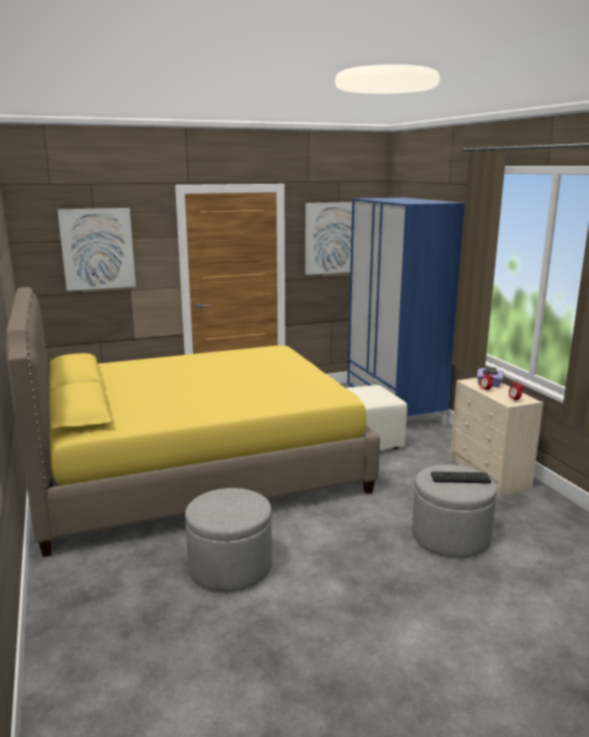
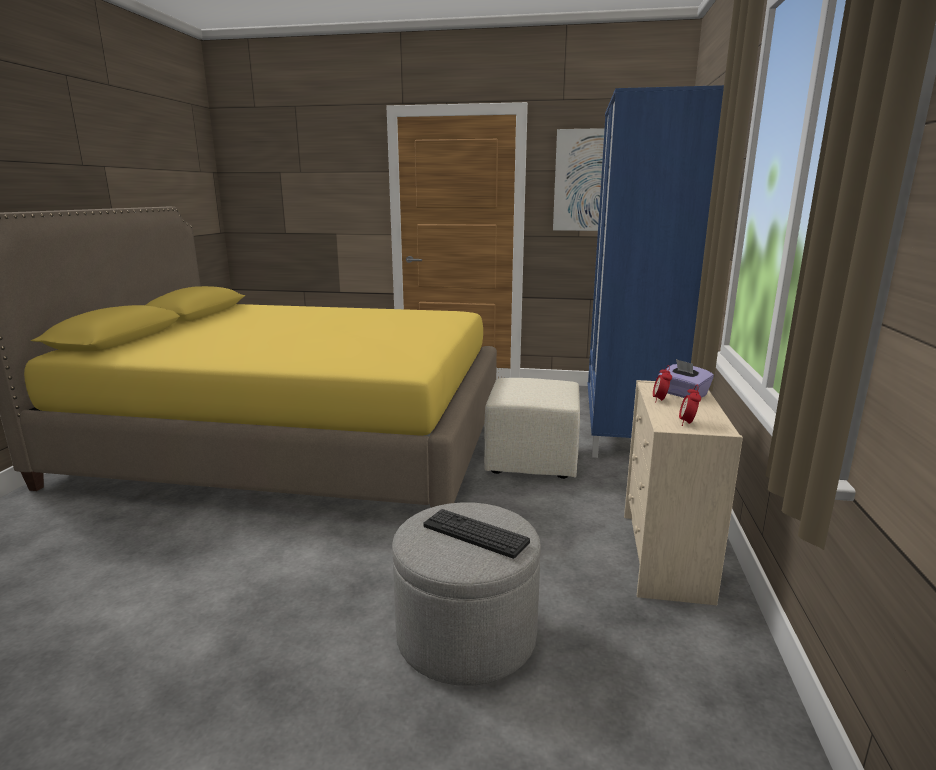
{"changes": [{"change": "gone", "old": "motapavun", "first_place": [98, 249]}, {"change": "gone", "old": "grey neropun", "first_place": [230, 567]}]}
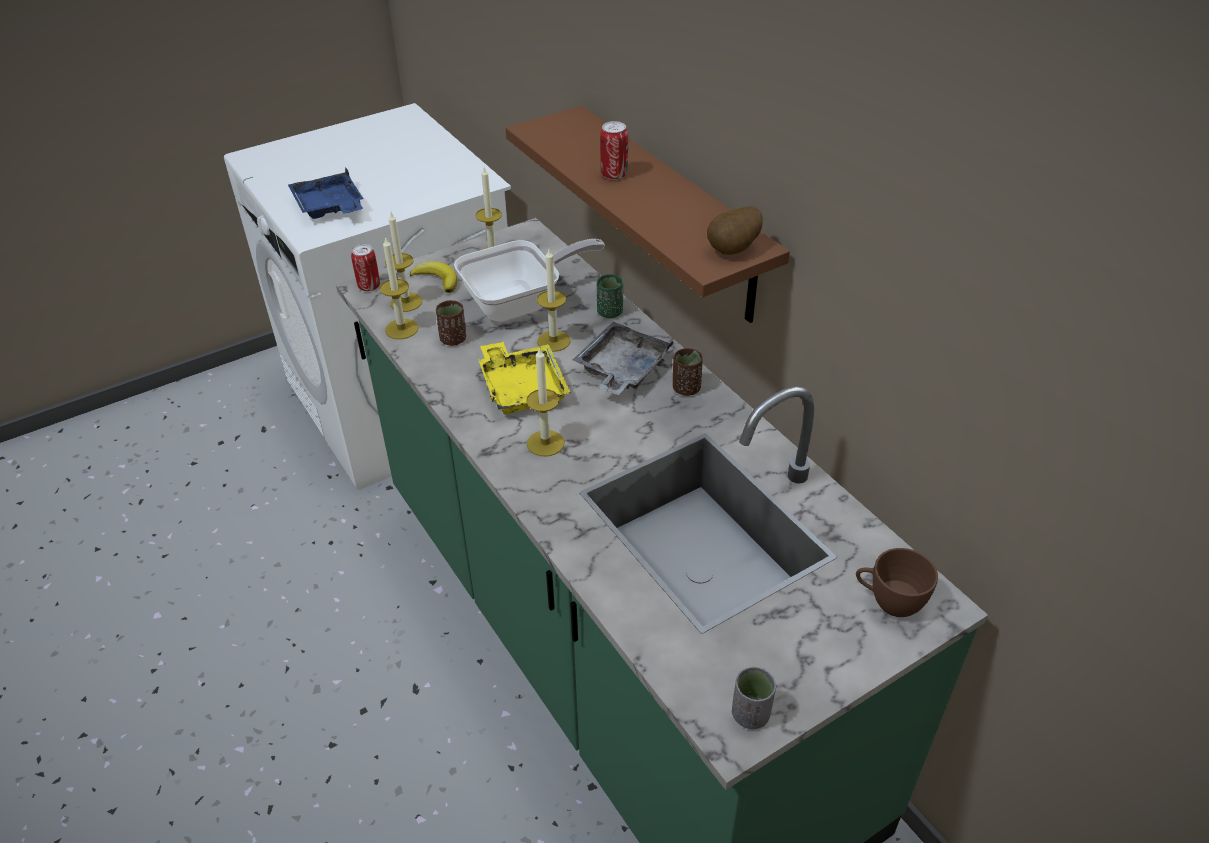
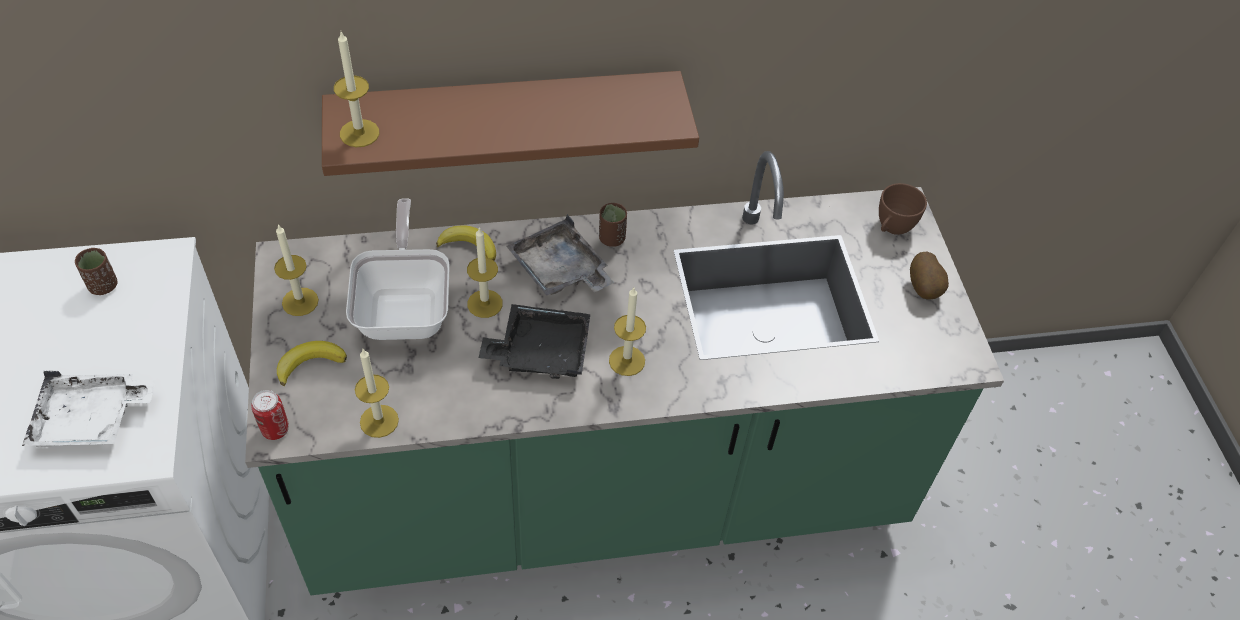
{"changes": [{"change": "repainted", "old": "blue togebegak", "new": "white togebegak", "first_place": [330, 207], "second_place": [92, 420]}, {"change": "shifted", "old": "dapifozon", "first_place": [406, 302], "second_place": [359, 133]}, {"change": "shifted", "old": "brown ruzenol", "first_place": [453, 339], "second_place": [103, 285]}, {"change": "repainted", "old": "yellow togebegak", "new": "black togebegak", "first_place": [522, 388], "second_place": [540, 351]}, {"change": "swapped", "old": "green ruzenol", "new": "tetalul", "first_place": [610, 312], "second_place": [469, 246]}, {"change": "gone", "old": "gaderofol", "first_place": [614, 174]}, {"change": "shifted", "old": "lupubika", "first_place": [734, 250], "second_place": [924, 288]}, {"change": "gone", "old": "grey ruzenol", "first_place": [750, 714]}]}
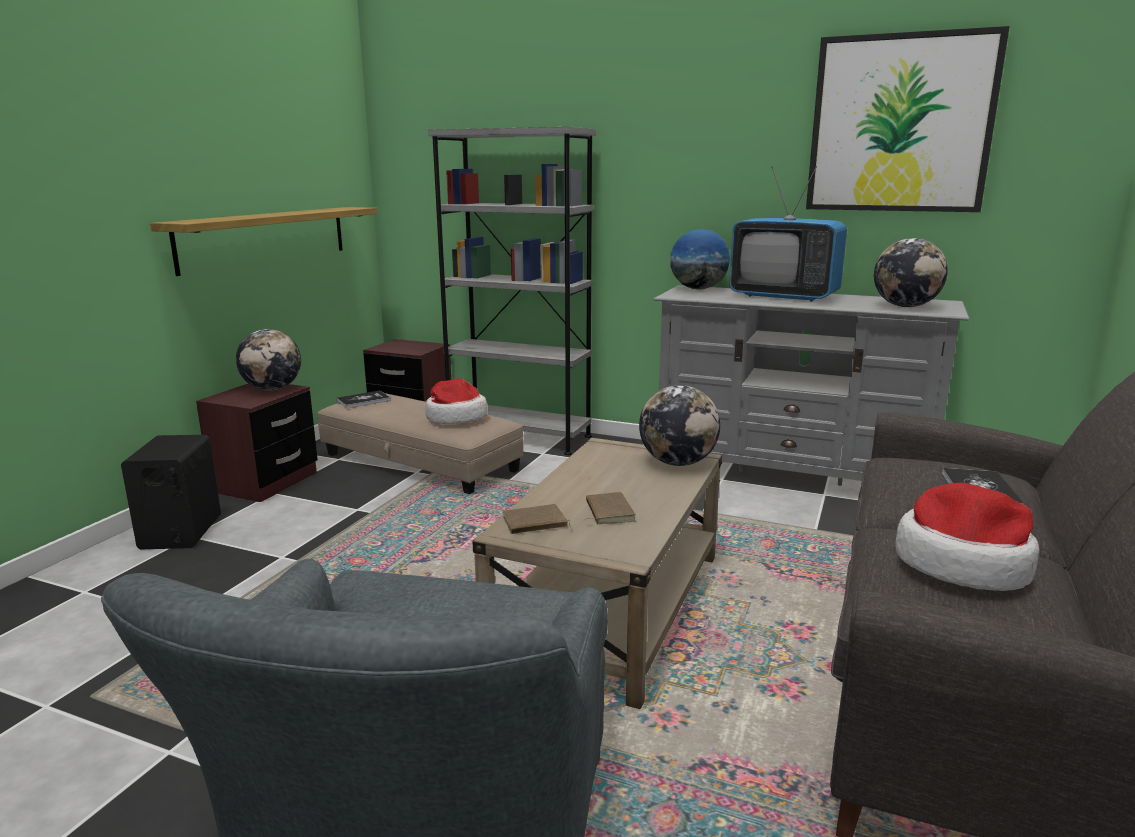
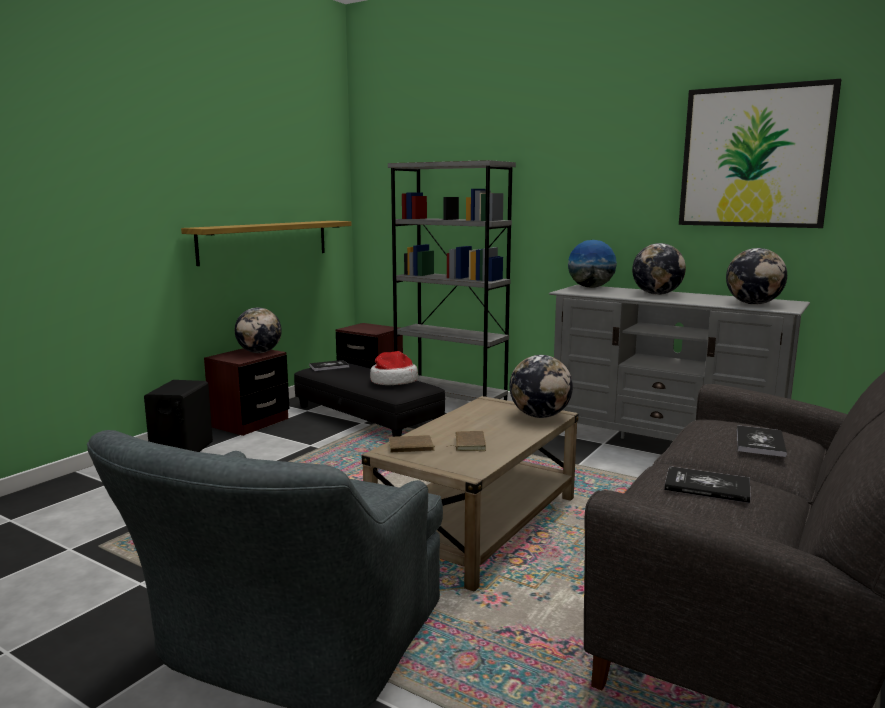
{"changes": [{"change": "repainted", "old": "beige neropun", "new": "black neropun", "first_place": [420, 462], "second_place": [367, 416]}, {"change": "swapped", "old": "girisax", "new": "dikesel", "first_place": [784, 296], "second_place": [656, 294]}, {"change": "swapped", "old": "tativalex", "new": "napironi", "first_place": [963, 564], "second_place": [707, 486]}]}
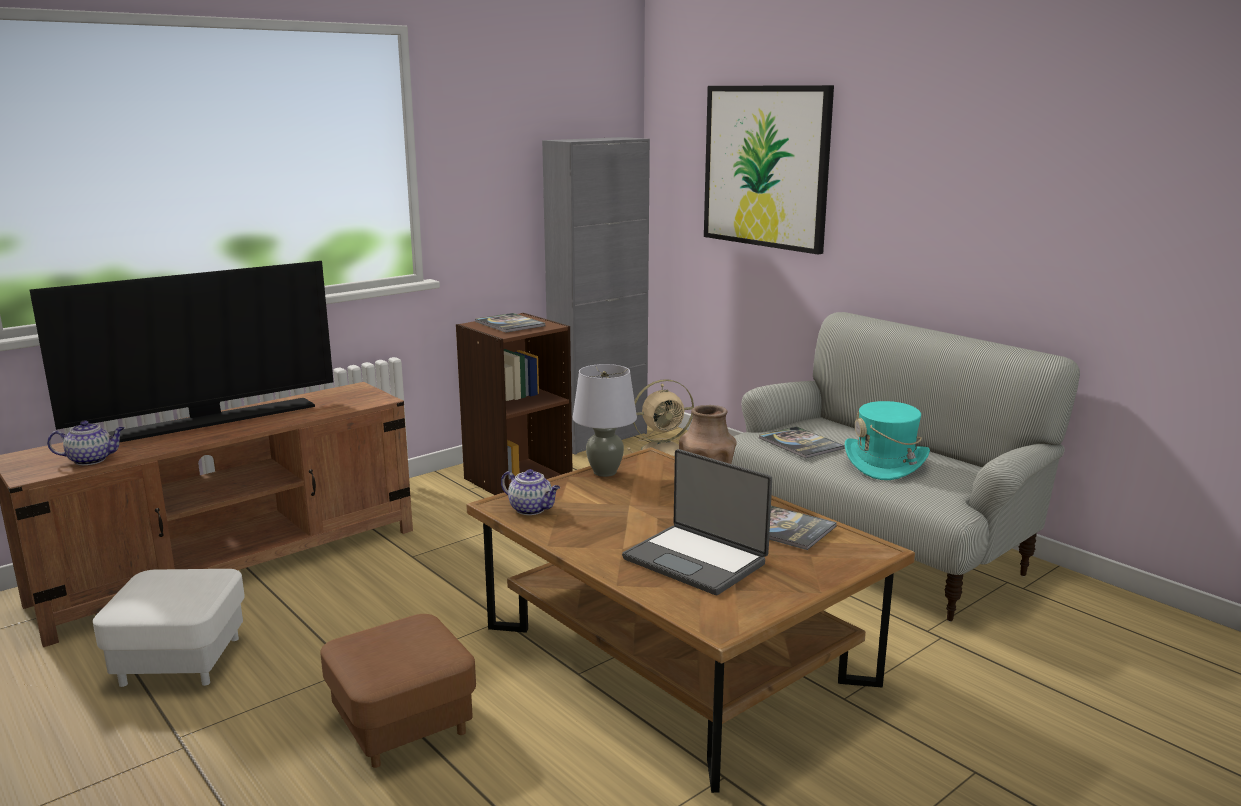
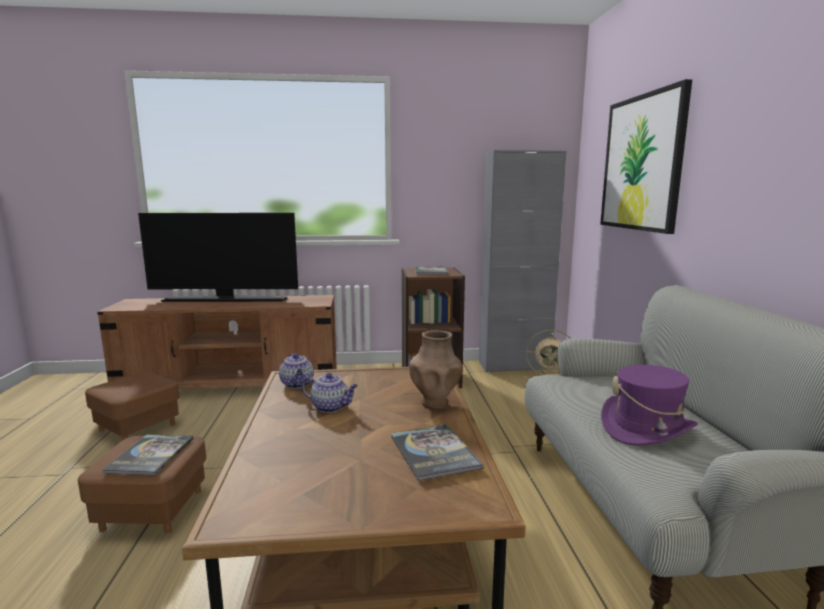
{"changes": [{"change": "shifted", "old": "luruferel", "first_place": [92, 460], "second_place": [331, 407]}, {"change": "repainted", "old": "white neropun", "new": "brown neropun", "first_place": [180, 660], "second_place": [137, 427]}, {"change": "gone", "old": "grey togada", "first_place": [604, 472]}, {"change": "gone", "old": "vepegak", "first_place": [696, 560]}, {"change": "shifted", "old": "napironi", "first_place": [800, 444], "second_place": [150, 455]}, {"change": "repainted", "old": "turquoise tativalex", "new": "purple tativalex", "first_place": [885, 463], "second_place": [646, 428]}]}
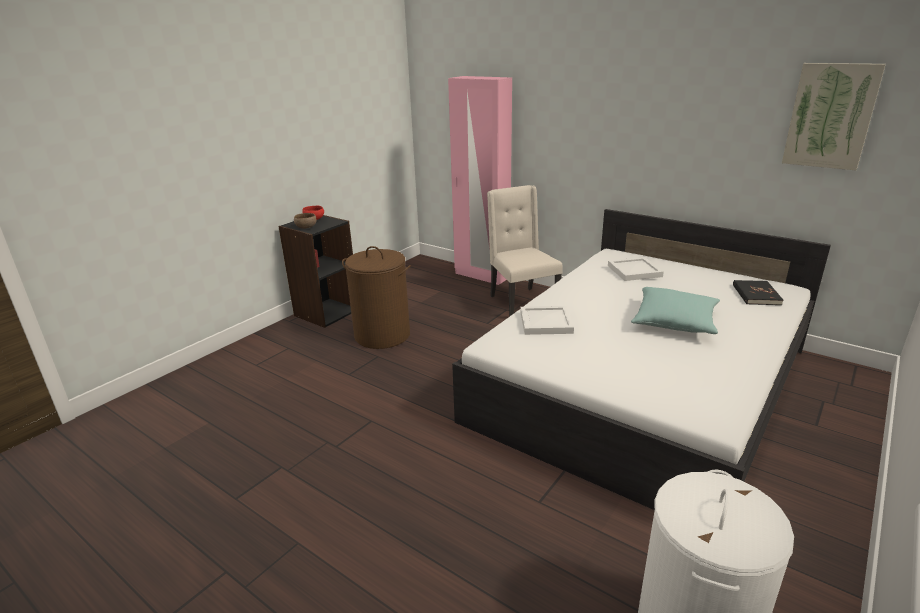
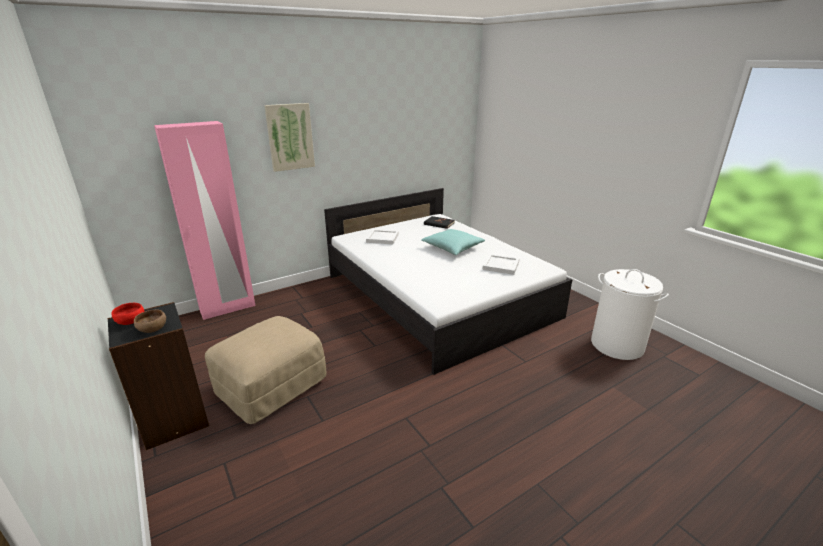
{"changes": [{"change": "swapped", "old": "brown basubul", "new": "beige neropun", "first_place": [382, 335], "second_place": [271, 386]}, {"change": "gone", "old": "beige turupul", "first_place": [521, 302]}, {"change": "shifted", "old": "white togebegak", "first_place": [545, 323], "second_place": [501, 266]}, {"change": "shifted", "old": "motapavun", "first_place": [830, 116], "second_place": [290, 137]}]}
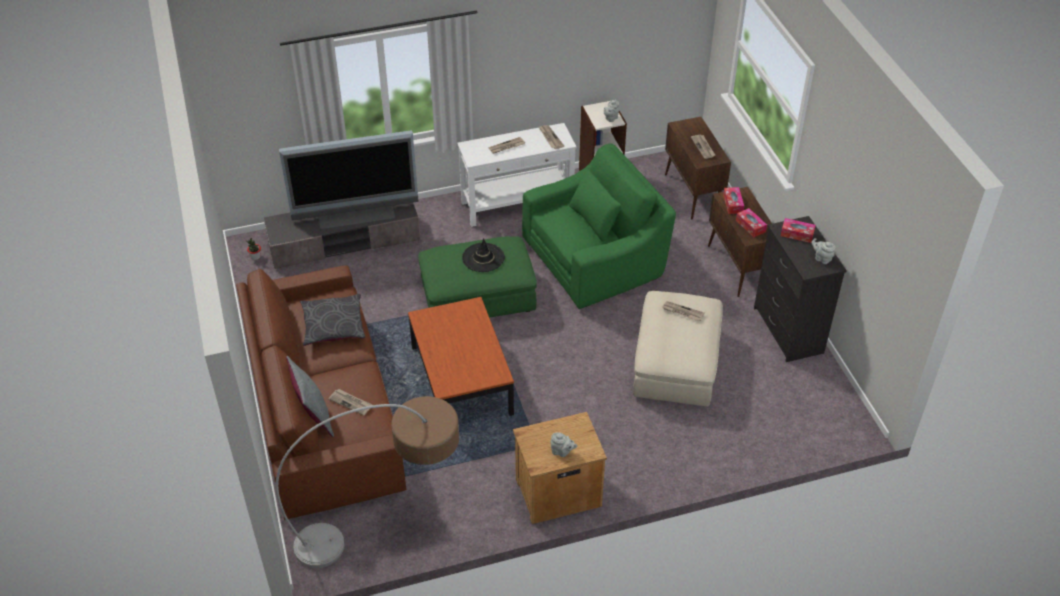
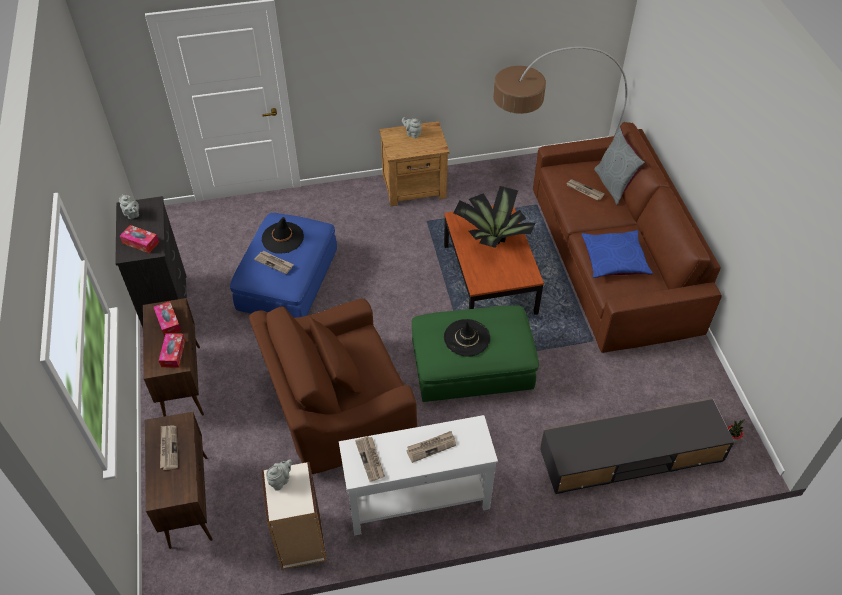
{"changes": [{"change": "gone", "old": "girisax", "first_place": [356, 214]}, {"change": "repainted", "old": "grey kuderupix", "new": "blue kuderupix", "first_place": [333, 326], "second_place": [614, 259]}, {"change": "repainted", "old": "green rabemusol", "new": "brown rabemusol", "first_place": [595, 258], "second_place": [337, 407]}, {"change": "repainted", "old": "beige neropun", "new": "blue neropun", "first_place": [676, 363], "second_place": [288, 281]}, {"change": "new", "new": "black tativalex", "second_place": [282, 238]}, {"change": "new", "new": "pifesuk", "second_place": [492, 236]}]}
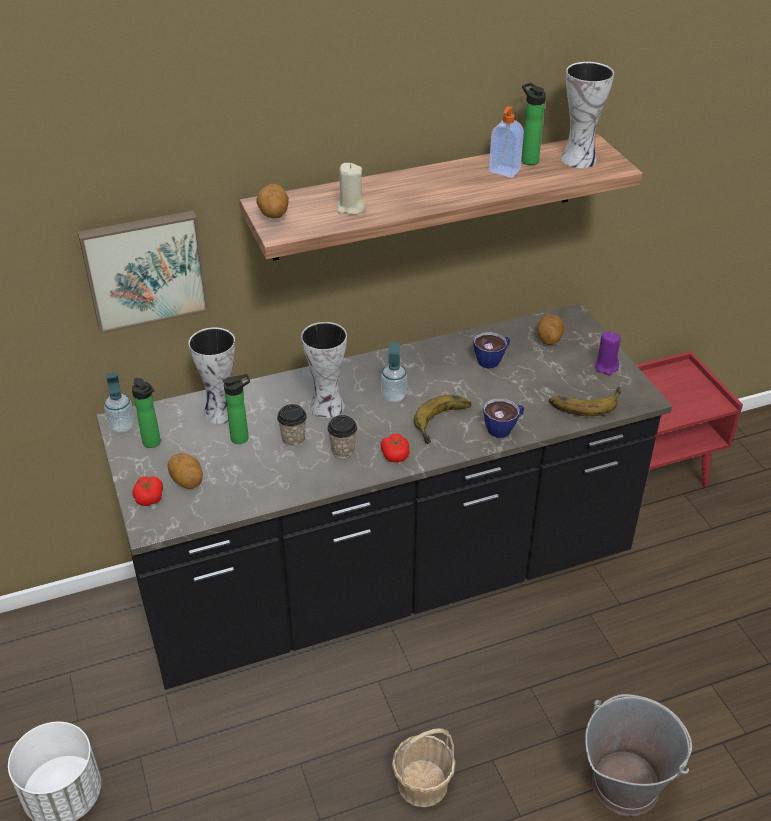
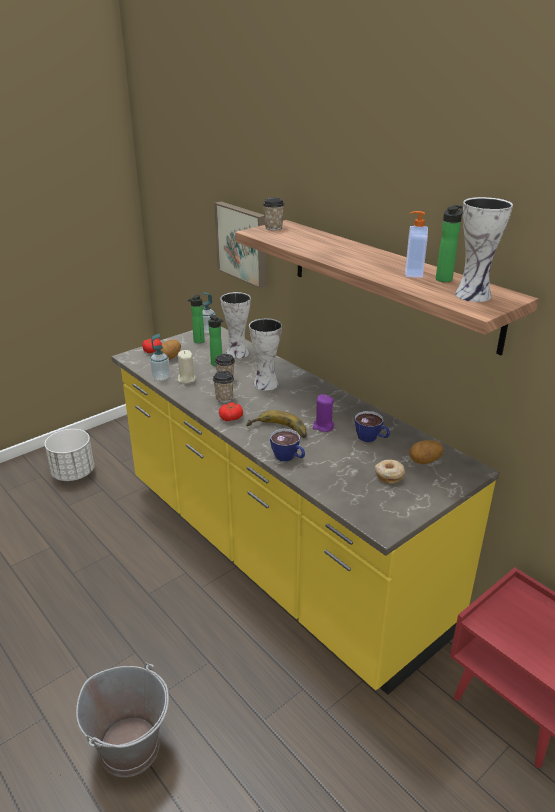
{"changes": [{"change": "repainted", "old": "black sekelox", "new": "yellow sekelox", "first_place": [385, 579], "second_place": [277, 552]}, {"change": "swapped", "old": "lupubika", "new": "ruzenol", "first_place": [273, 215], "second_place": [273, 228]}, {"change": "shifted", "old": "beige dapifozon", "first_place": [351, 208], "second_place": [186, 379]}, {"change": "shifted", "old": "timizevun", "first_place": [394, 396], "second_place": [161, 377]}, {"change": "gone", "old": "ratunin", "first_place": [422, 783]}, {"change": "gone", "old": "tetalul", "first_place": [584, 401]}, {"change": "shifted", "old": "purple dapifozon", "first_place": [606, 367], "second_place": [323, 426]}, {"change": "new", "new": "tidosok", "second_place": [389, 475]}]}
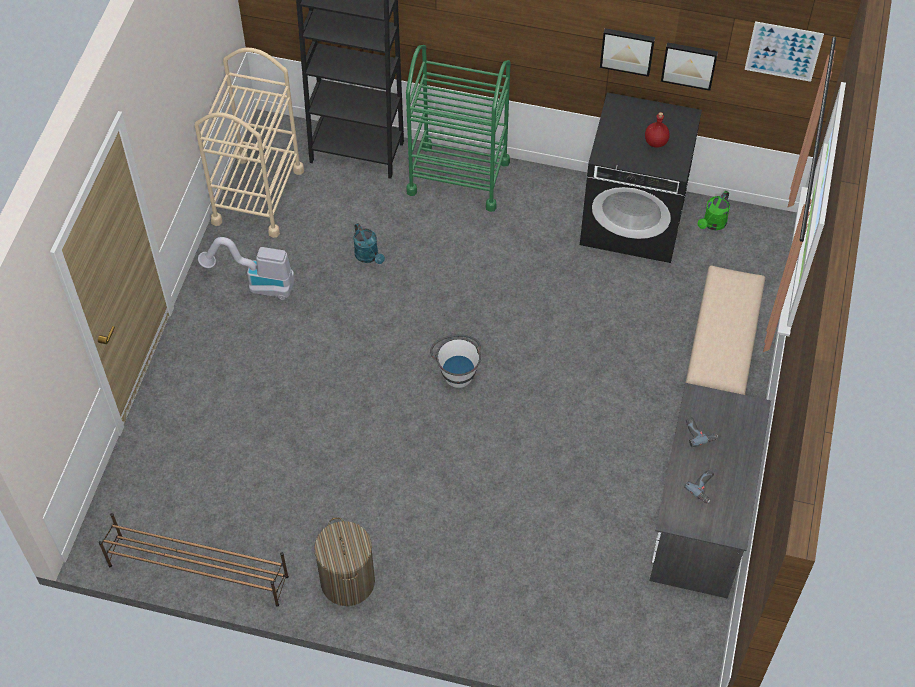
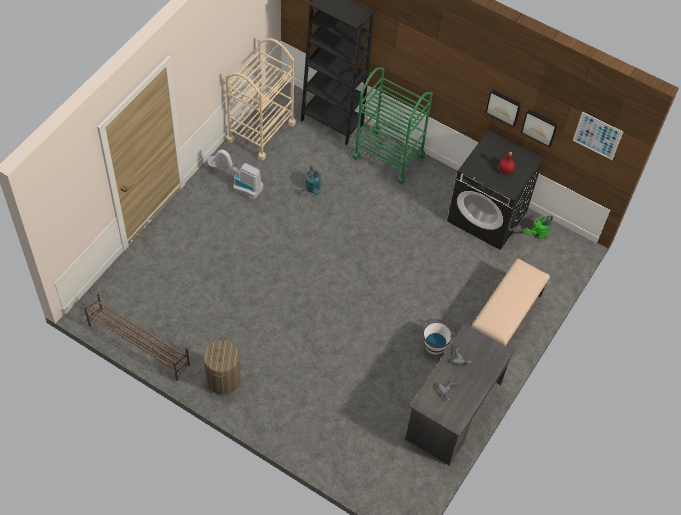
{"changes": [{"change": "shifted", "old": "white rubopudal", "first_place": [456, 370], "second_place": [434, 342]}]}
